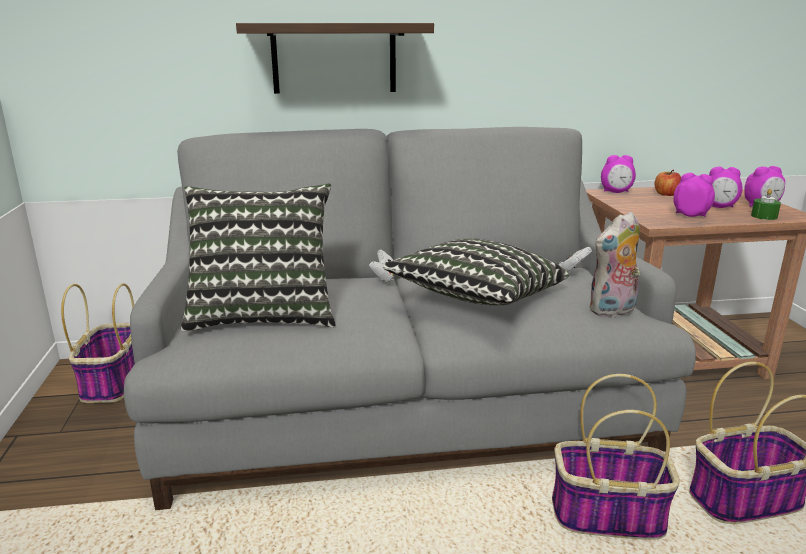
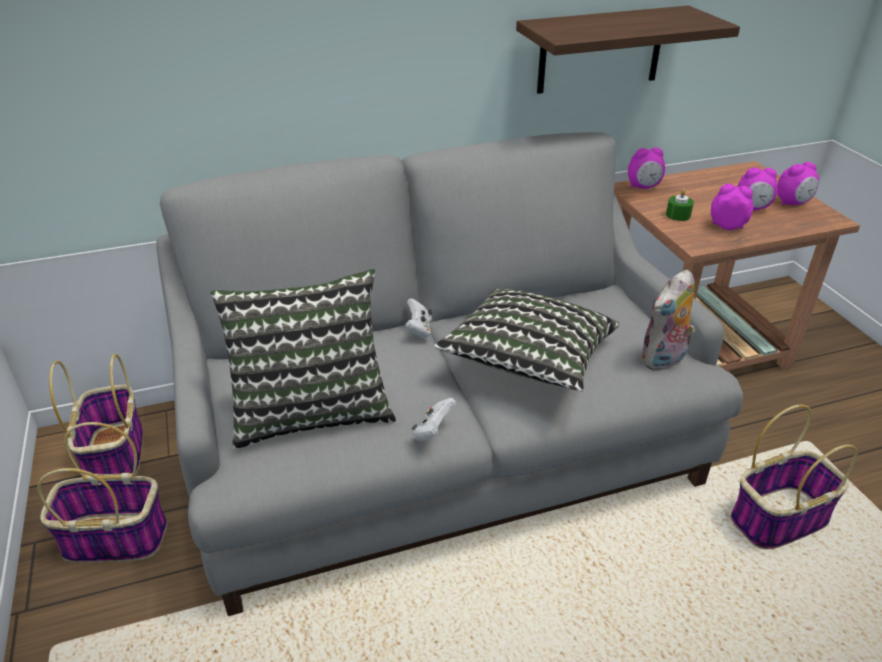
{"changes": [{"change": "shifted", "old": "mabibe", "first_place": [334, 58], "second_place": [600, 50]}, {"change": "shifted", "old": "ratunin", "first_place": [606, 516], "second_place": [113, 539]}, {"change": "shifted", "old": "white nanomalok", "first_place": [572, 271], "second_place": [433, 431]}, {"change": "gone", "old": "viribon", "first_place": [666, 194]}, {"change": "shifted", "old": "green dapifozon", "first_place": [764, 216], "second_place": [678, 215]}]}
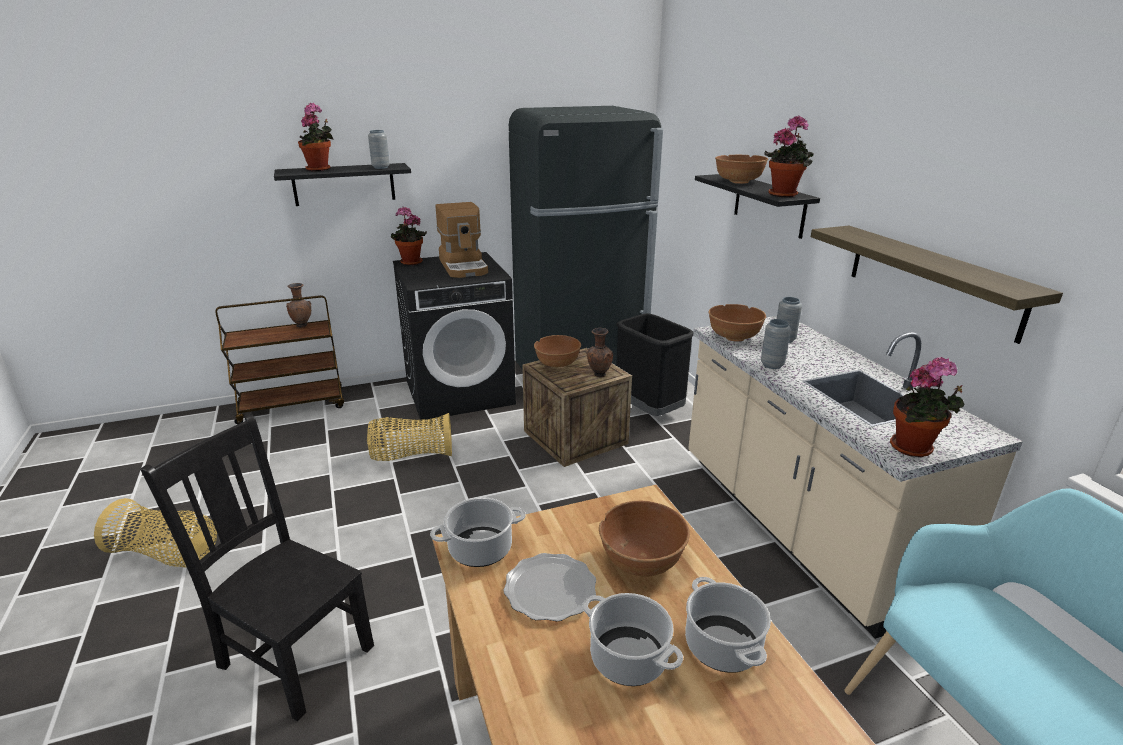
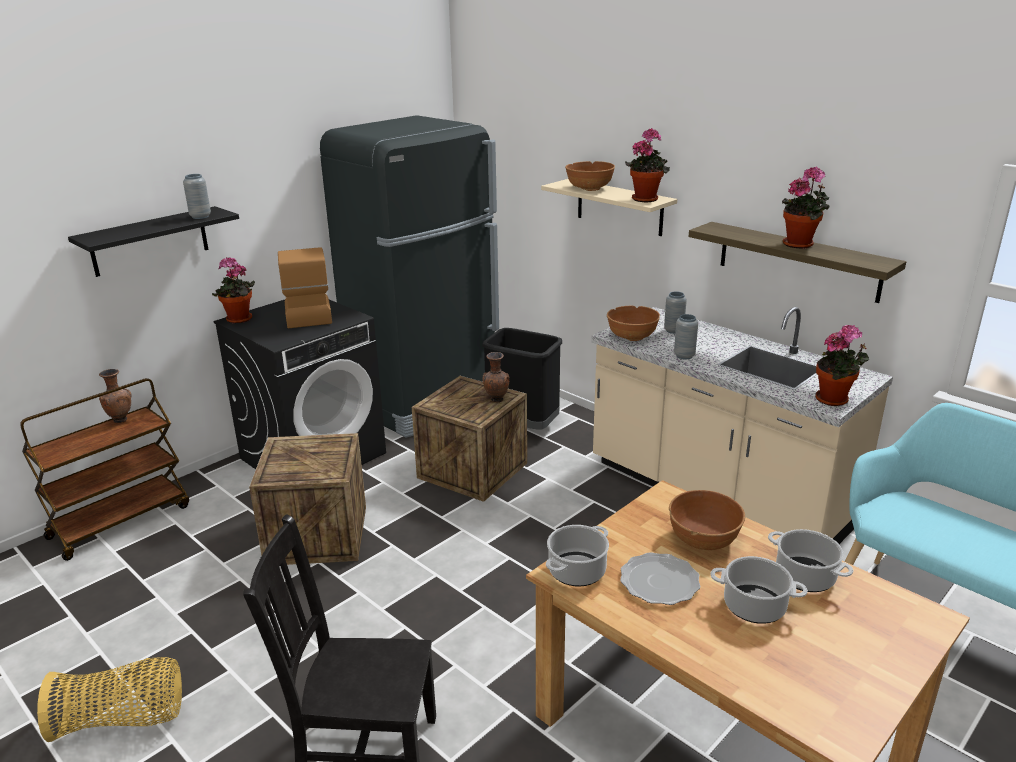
{"changes": [{"change": "shifted", "old": "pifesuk", "first_place": [320, 169], "second_place": [800, 244]}, {"change": "swapped", "old": "ratunin", "new": "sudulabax", "first_place": [411, 455], "second_place": [317, 535]}, {"change": "rotated", "old": "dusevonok", "first_place": [464, 266], "second_place": [307, 313], "degrees": -150}, {"change": "gone", "old": "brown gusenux", "first_place": [557, 364]}, {"change": "repainted", "old": "black mabibe", "new": "beige mabibe", "first_place": [769, 205], "second_place": [619, 207]}]}
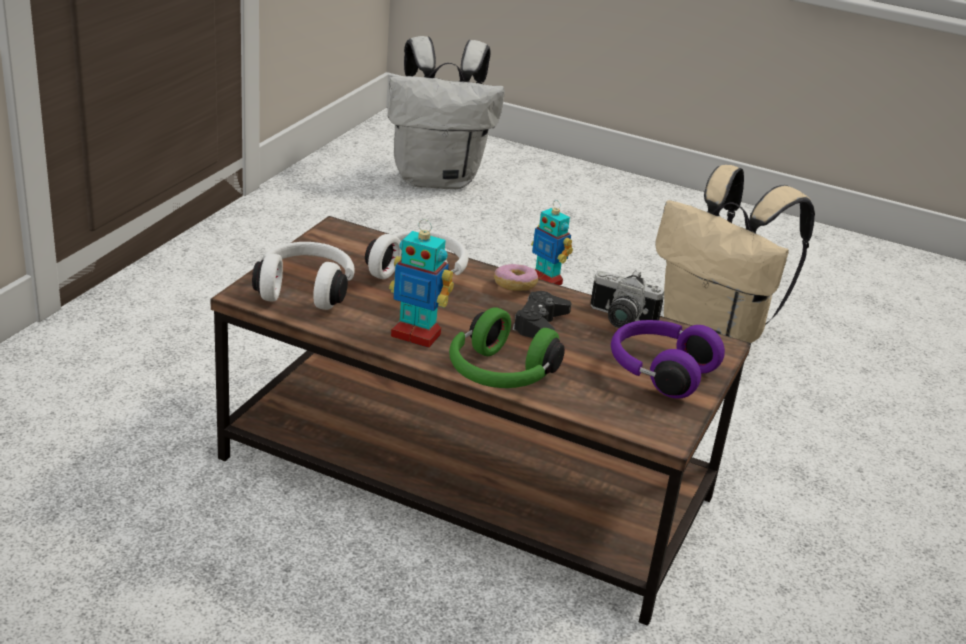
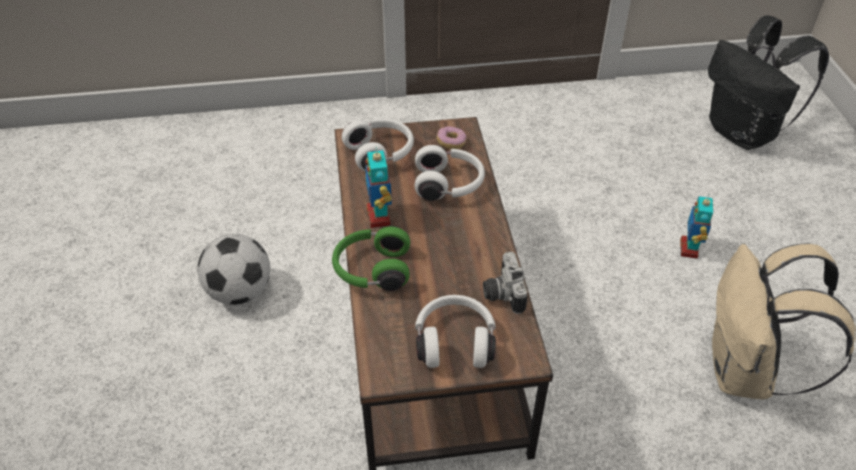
{"changes": [{"change": "repainted", "old": "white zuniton", "new": "black zuniton", "first_place": [438, 179], "second_place": [743, 134]}, {"change": "shifted", "old": "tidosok", "first_place": [515, 286], "second_place": [451, 143]}, {"change": "gone", "old": "black nanomalok", "first_place": [540, 324]}, {"change": "repainted", "old": "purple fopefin", "new": "white fopefin", "first_place": [658, 372], "second_place": [454, 341]}, {"change": "new", "new": "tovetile", "second_place": [240, 292]}]}
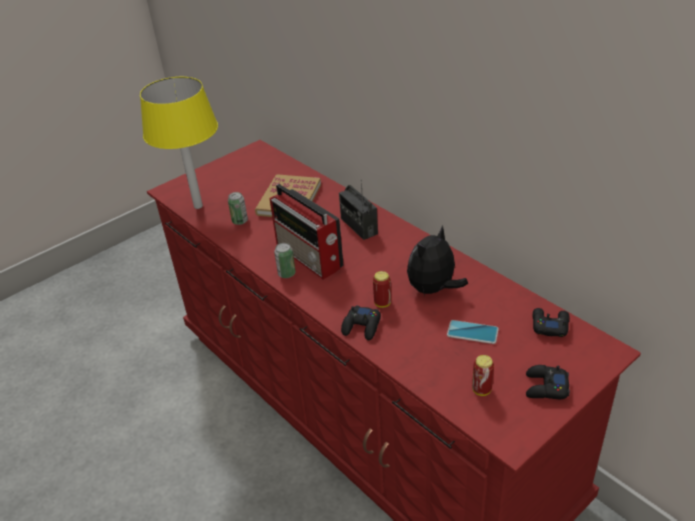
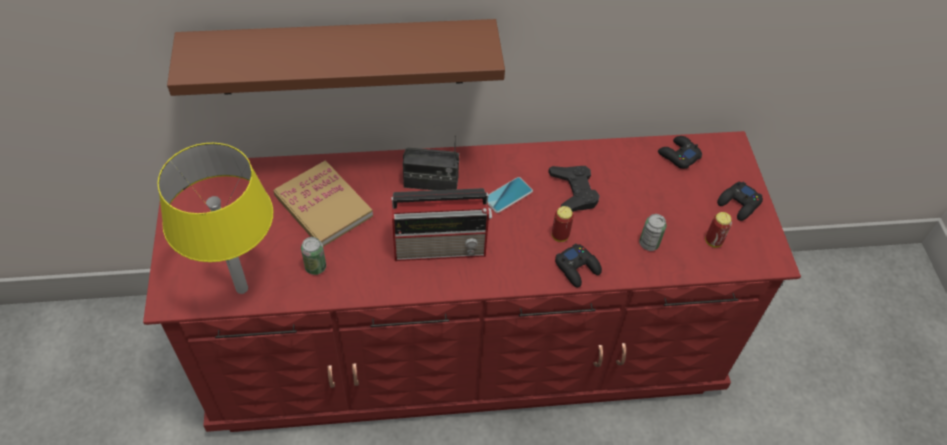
{"changes": [{"change": "shifted", "old": "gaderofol", "first_place": [286, 274], "second_place": [649, 243]}, {"change": "swapped", "old": "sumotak", "new": "black nanomalok", "first_place": [433, 289], "second_place": [573, 192]}, {"change": "shifted", "old": "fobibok", "first_place": [472, 332], "second_place": [508, 195]}, {"change": "new", "new": "brown mabibe", "second_place": [341, 57]}]}
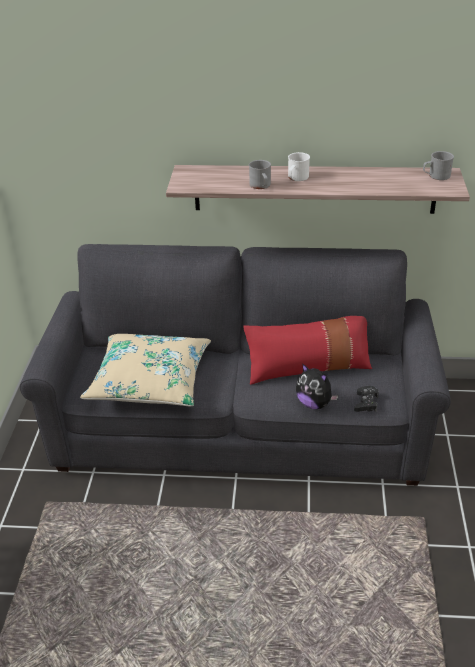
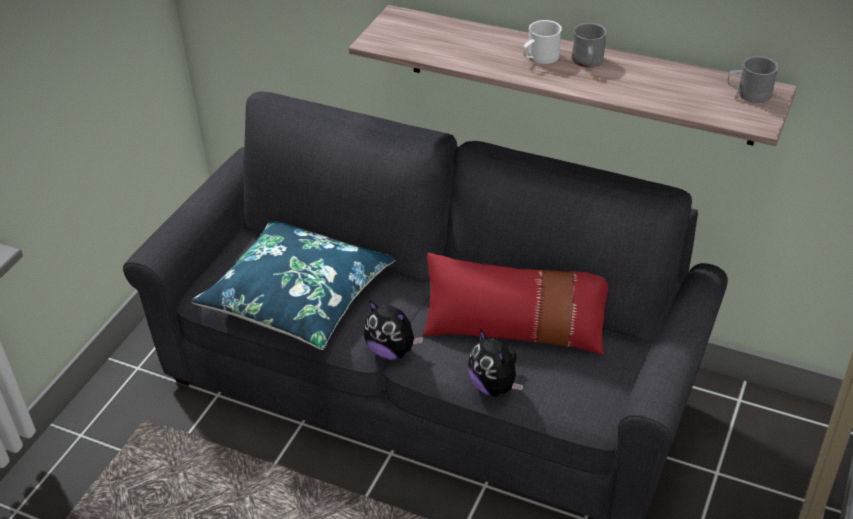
{"changes": [{"change": "repainted", "old": "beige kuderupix", "new": "blue kuderupix", "first_place": [150, 380], "second_place": [298, 296]}, {"change": "shifted", "old": "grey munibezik", "first_place": [261, 186], "second_place": [588, 62]}, {"change": "gone", "old": "black nanomalok", "first_place": [366, 403]}, {"change": "new", "new": "sumotak", "second_place": [392, 351]}]}
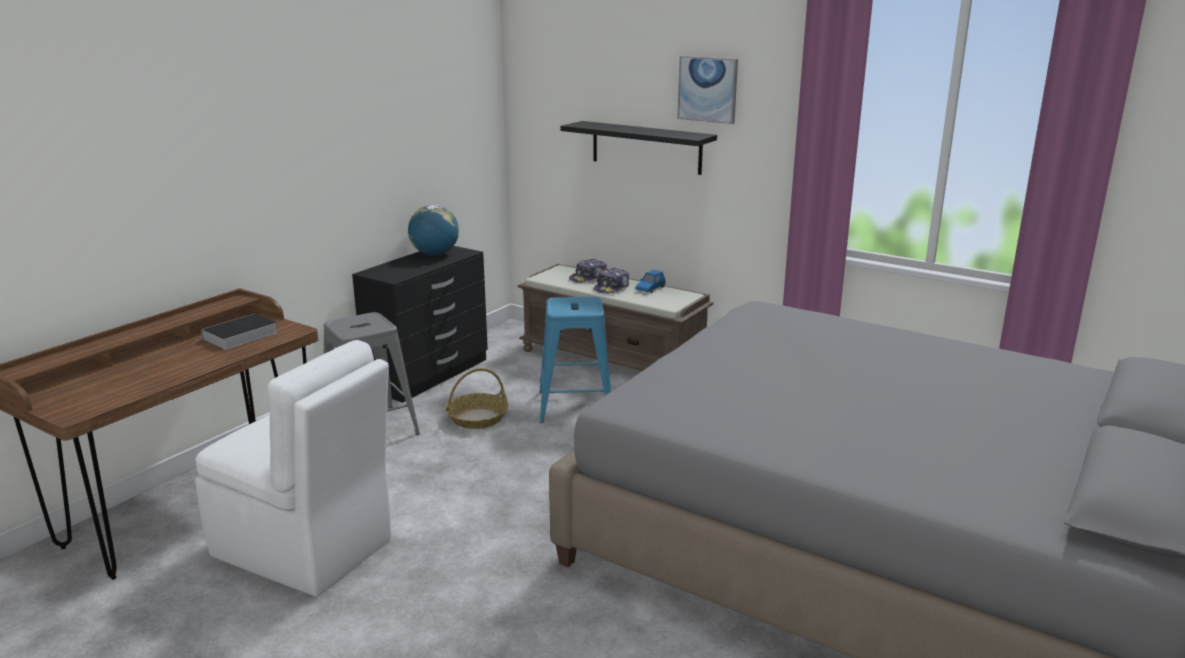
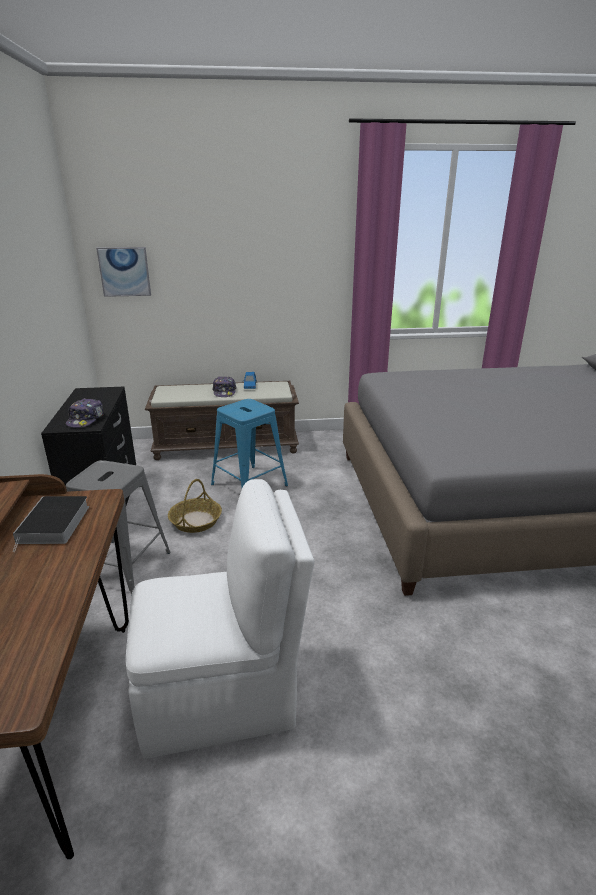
{"changes": [{"change": "gone", "old": "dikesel", "first_place": [435, 254]}, {"change": "gone", "old": "black mabibe", "first_place": [646, 147]}, {"change": "shifted", "old": "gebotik", "first_place": [588, 278], "second_place": [86, 419]}, {"change": "shifted", "old": "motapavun", "first_place": [707, 89], "second_place": [124, 271]}]}
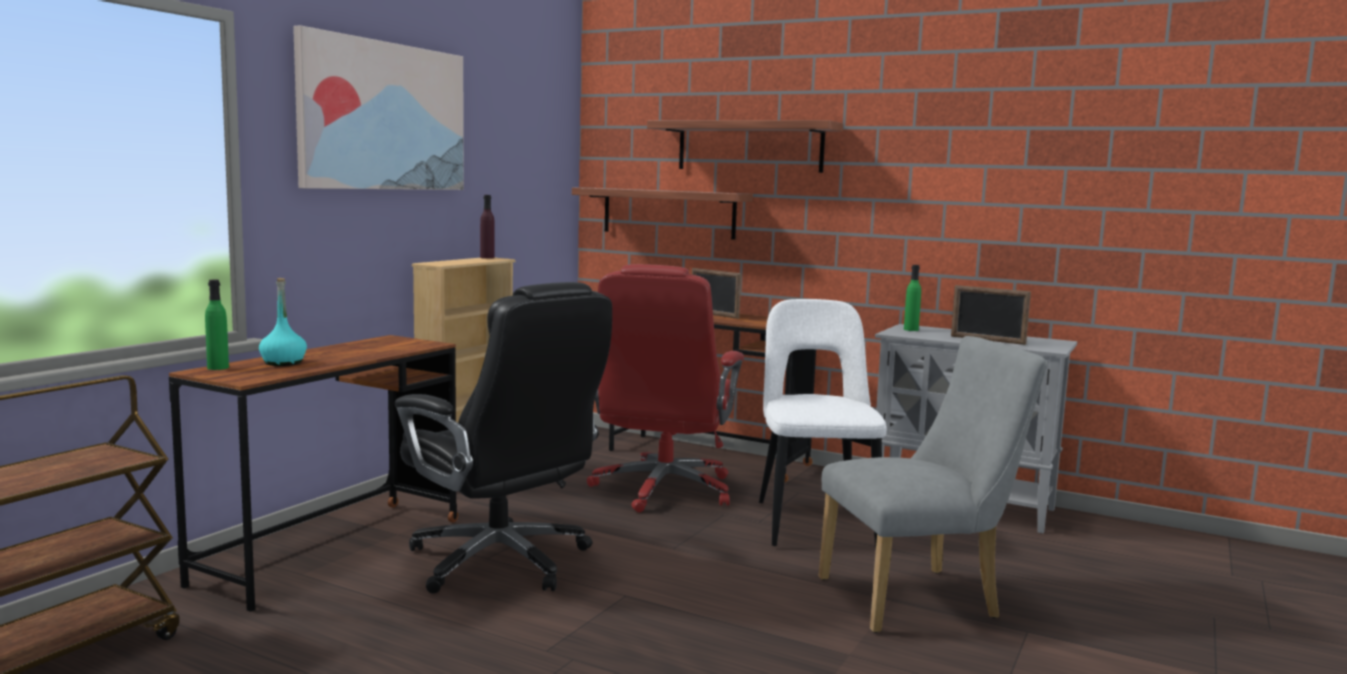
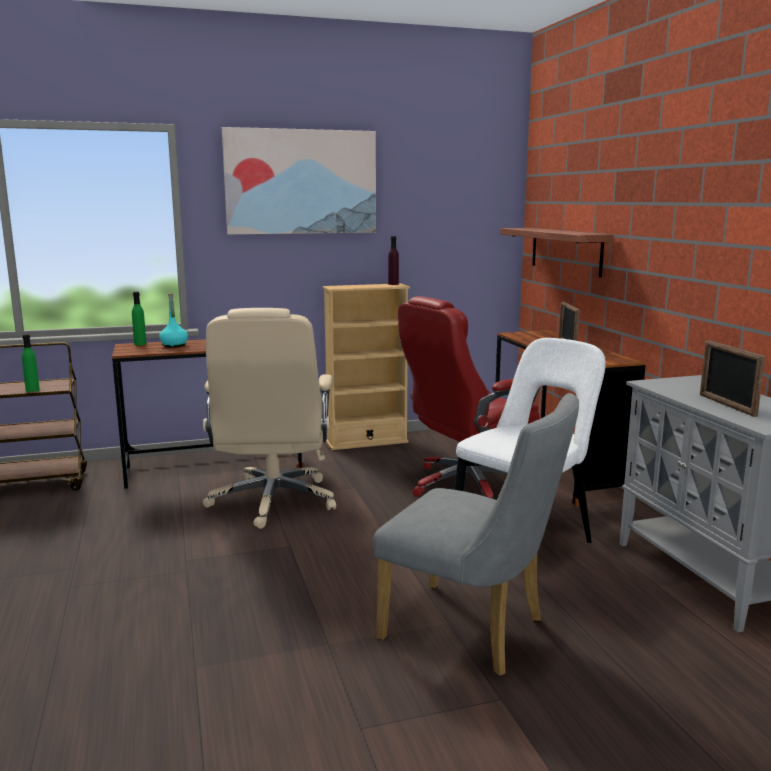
{"changes": [{"change": "repainted", "old": "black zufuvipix", "new": "beige zufuvipix", "first_place": [502, 562], "second_place": [273, 501]}, {"change": "gone", "old": "mabibe", "first_place": [749, 147]}, {"change": "shifted", "old": "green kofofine", "first_place": [911, 329], "second_place": [32, 390]}]}
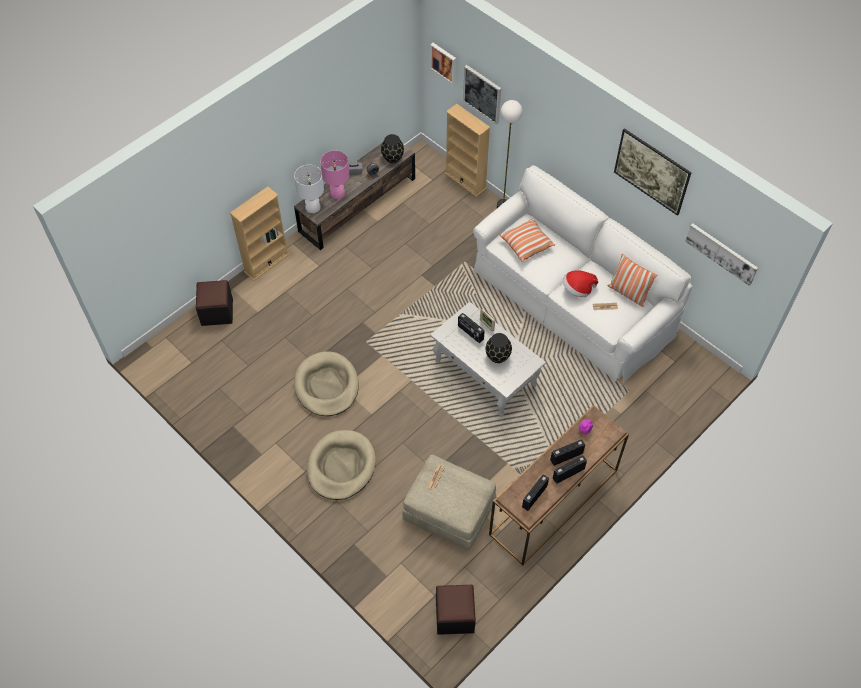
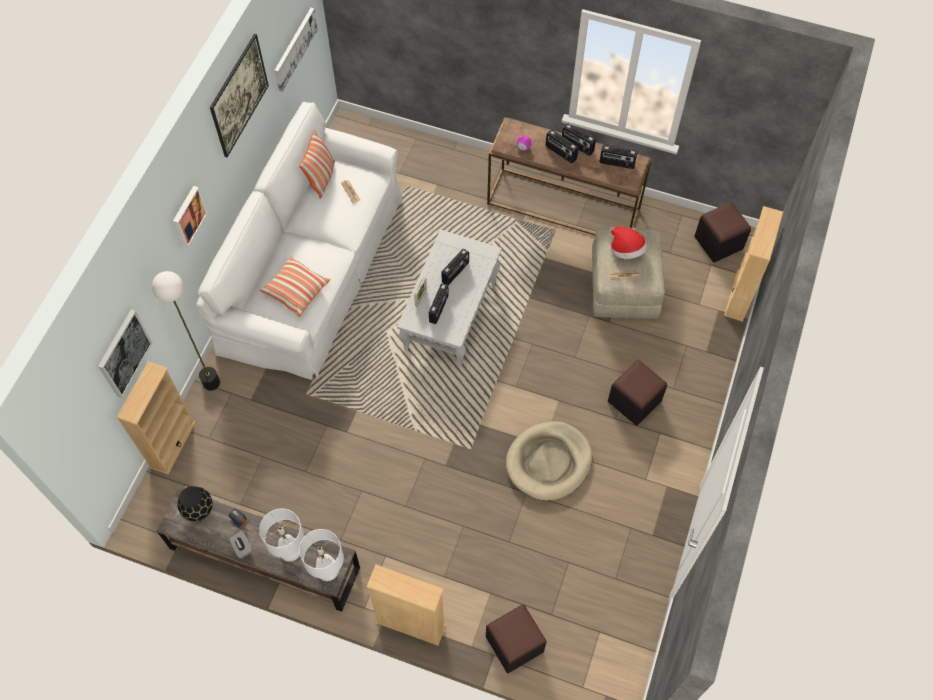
{"changes": [{"change": "swapped", "old": "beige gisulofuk", "new": "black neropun", "first_place": [341, 466], "second_place": [634, 401]}, {"change": "repainted", "old": "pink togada", "new": "white togada", "first_place": [338, 193], "second_place": [289, 550]}, {"change": "shifted", "old": "motapavun", "first_place": [444, 62], "second_place": [188, 216]}, {"change": "swapped", "old": "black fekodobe", "new": "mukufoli", "first_place": [498, 356], "second_place": [455, 272]}, {"change": "shifted", "old": "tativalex", "first_place": [577, 289], "second_place": [626, 250]}, {"change": "new", "new": "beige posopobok", "second_place": [740, 295]}]}
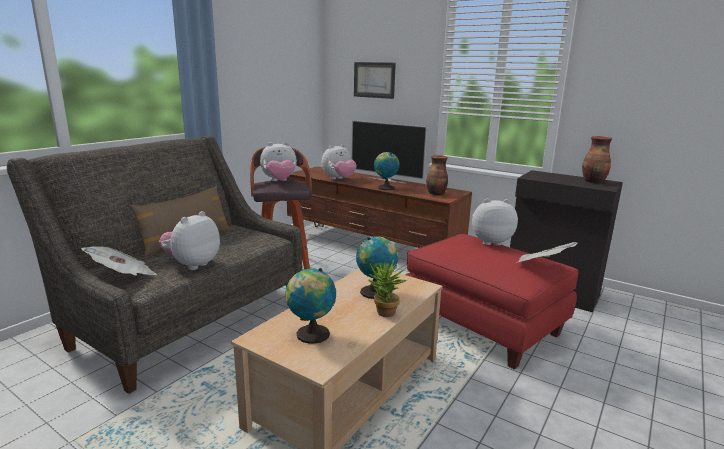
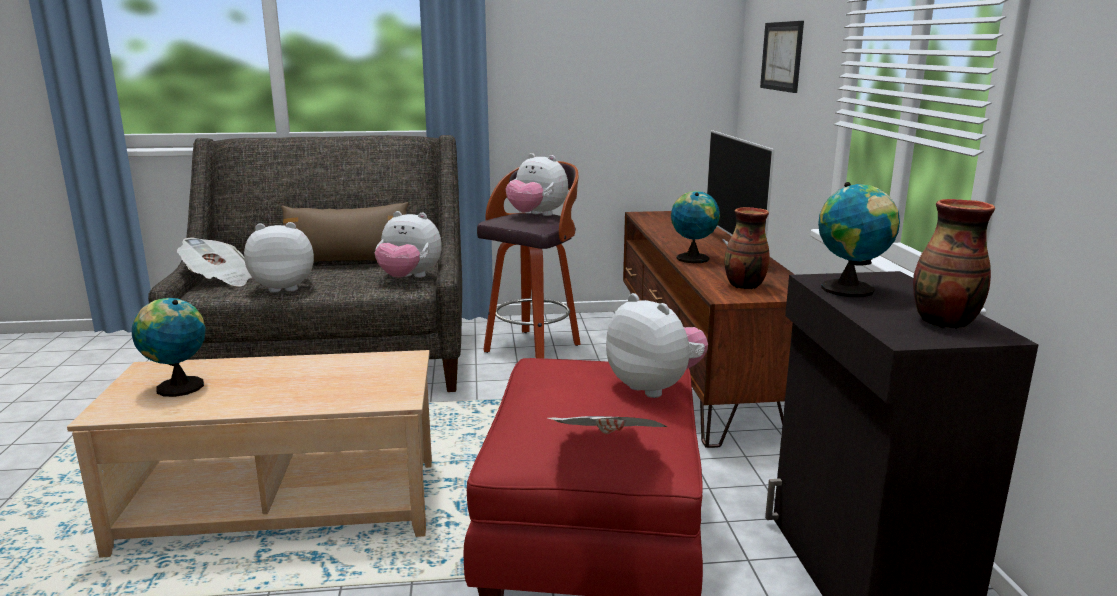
{"changes": [{"change": "shifted", "old": "sumotak", "first_place": [339, 179], "second_place": [409, 278]}, {"change": "shifted", "old": "dikesel", "first_place": [376, 292], "second_place": [851, 290]}, {"change": "gone", "old": "pifesuk", "first_place": [384, 314]}]}
